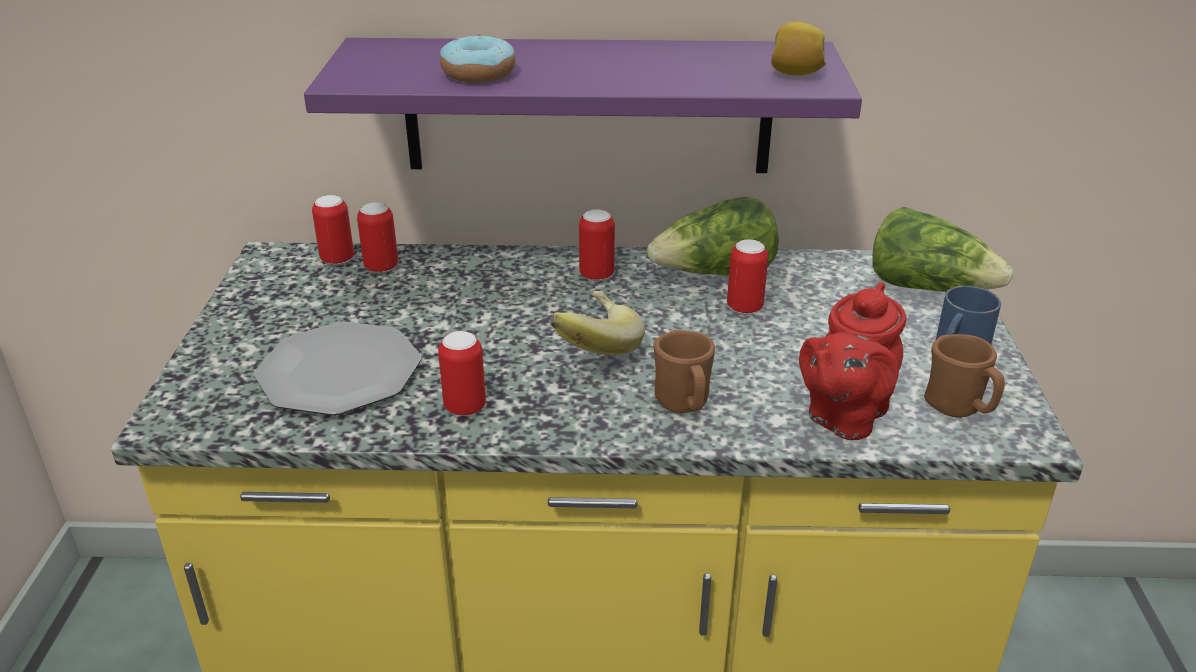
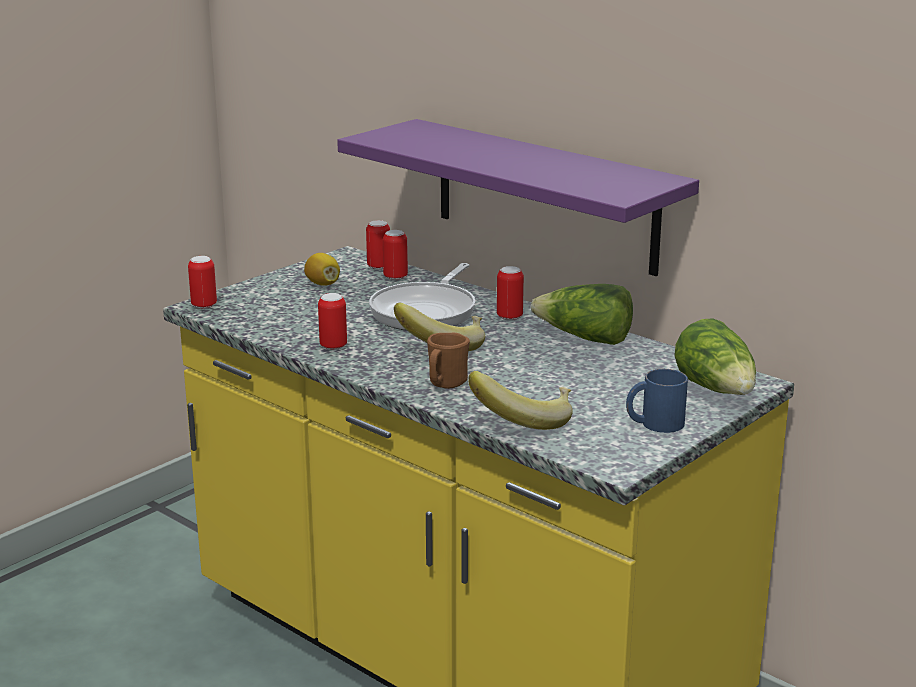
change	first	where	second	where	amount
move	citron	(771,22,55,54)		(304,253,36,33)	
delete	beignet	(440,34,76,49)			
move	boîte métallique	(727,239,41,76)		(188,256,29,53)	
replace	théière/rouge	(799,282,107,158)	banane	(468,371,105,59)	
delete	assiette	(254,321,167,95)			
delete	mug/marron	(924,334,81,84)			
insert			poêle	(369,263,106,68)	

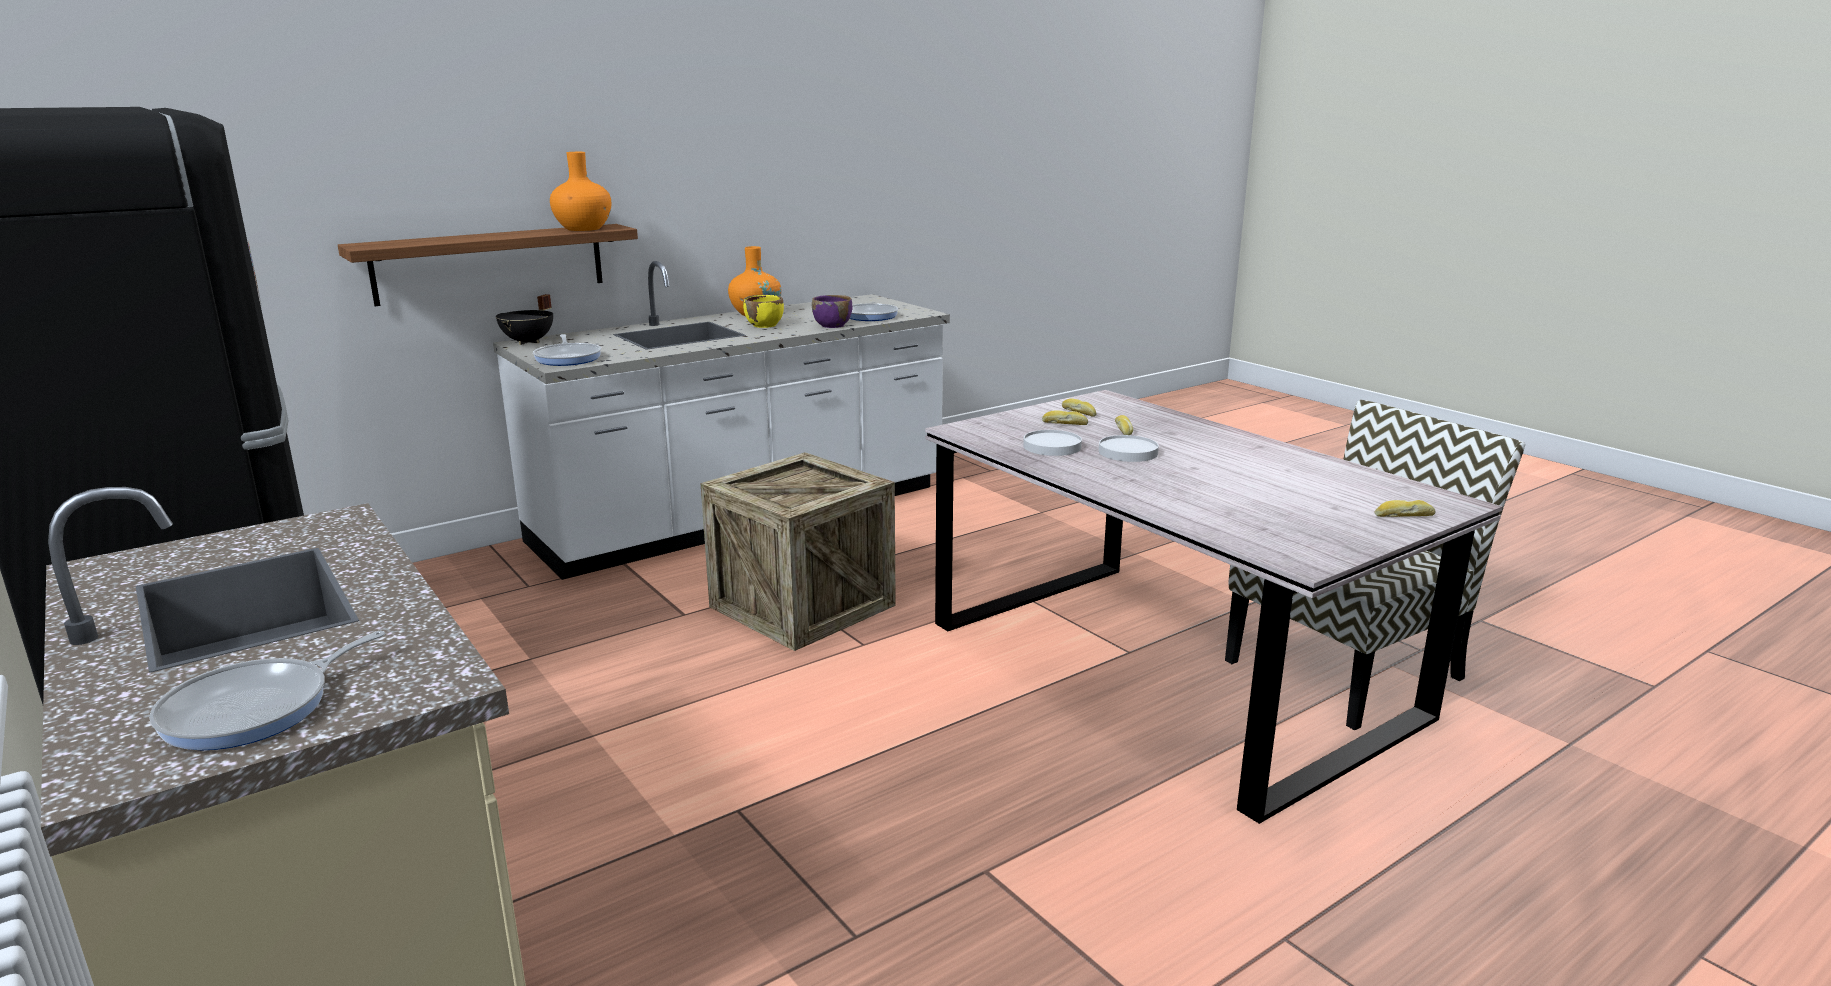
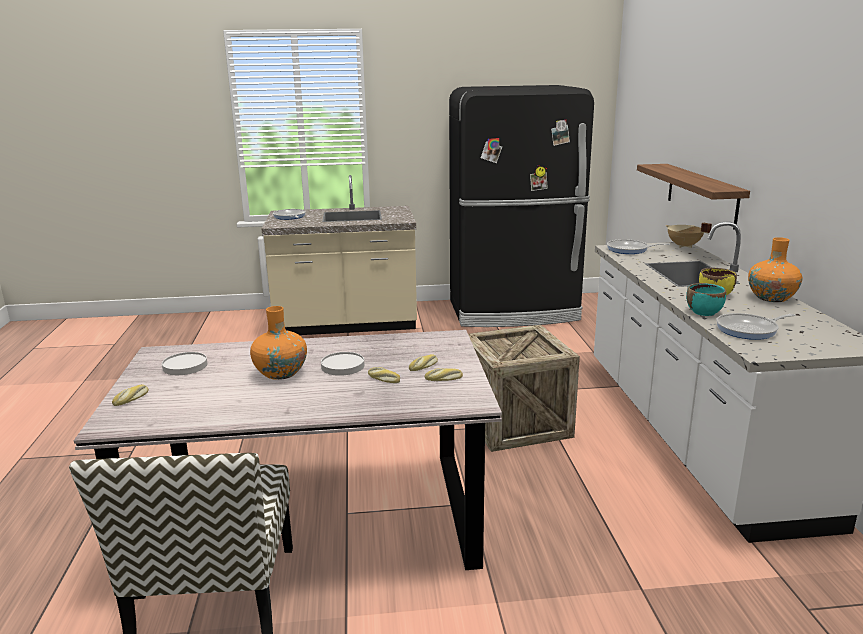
change	first	where	second	where	amount
move	vase/orange	(550,152,61,79)		(250,306,57,74)	
recolor	marmite/noir	(496,294,57,51)	marmite/beige	(666,223,46,25)	
recolor	bol/violet	(812,295,40,33)	bol/turquoise	(686,283,40,33)	
move	assiette/blanc	(1023,430,59,26)		(162,352,45,23)	

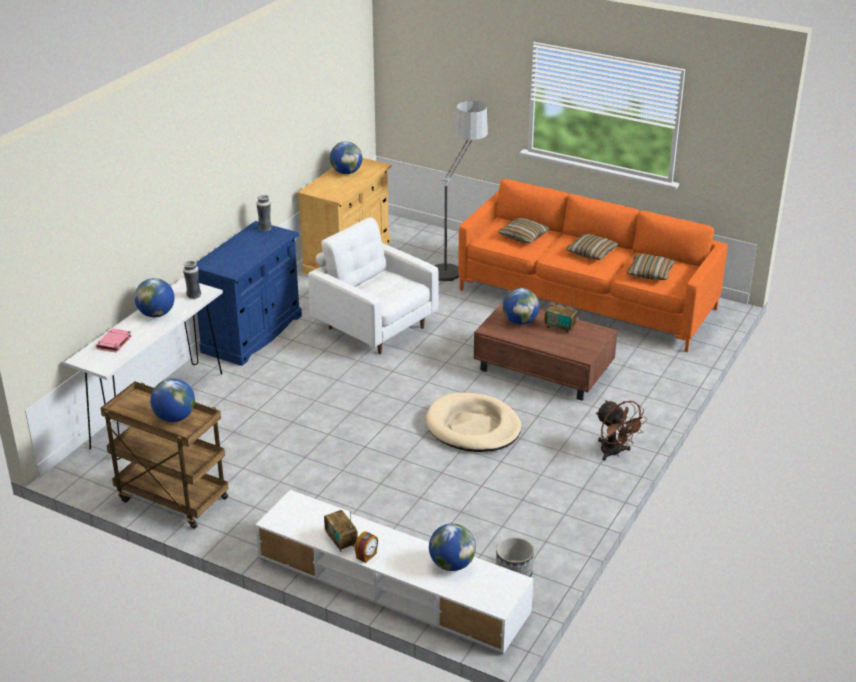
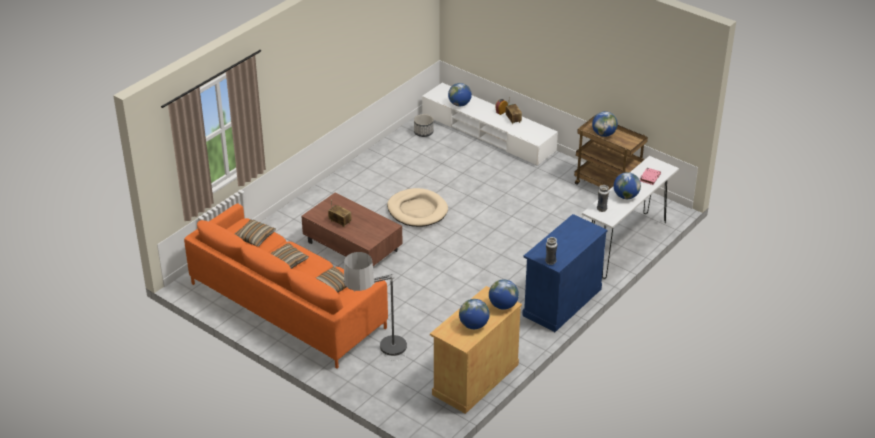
change	first	where	second	where	amount
delete	fauteuil/blanc	(308,217,131,137)			
move	globe	(503,288,37,37)		(489,279,30,31)	
delete	ventilateur/marron	(596,400,51,61)			

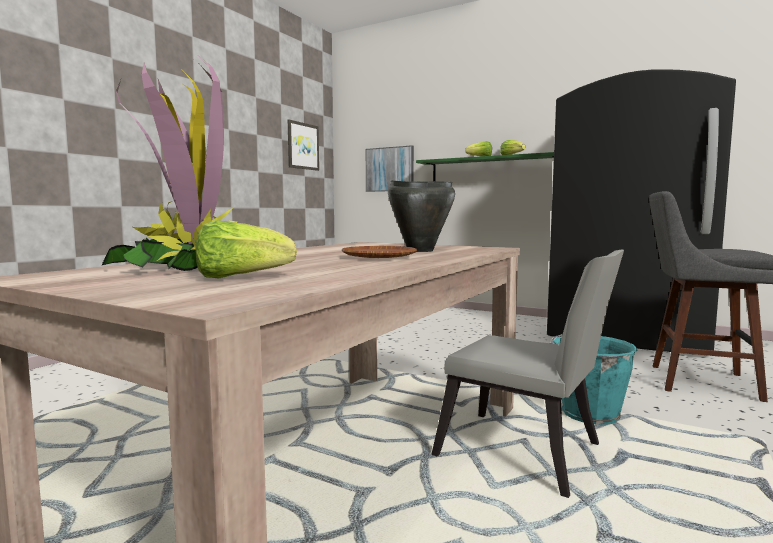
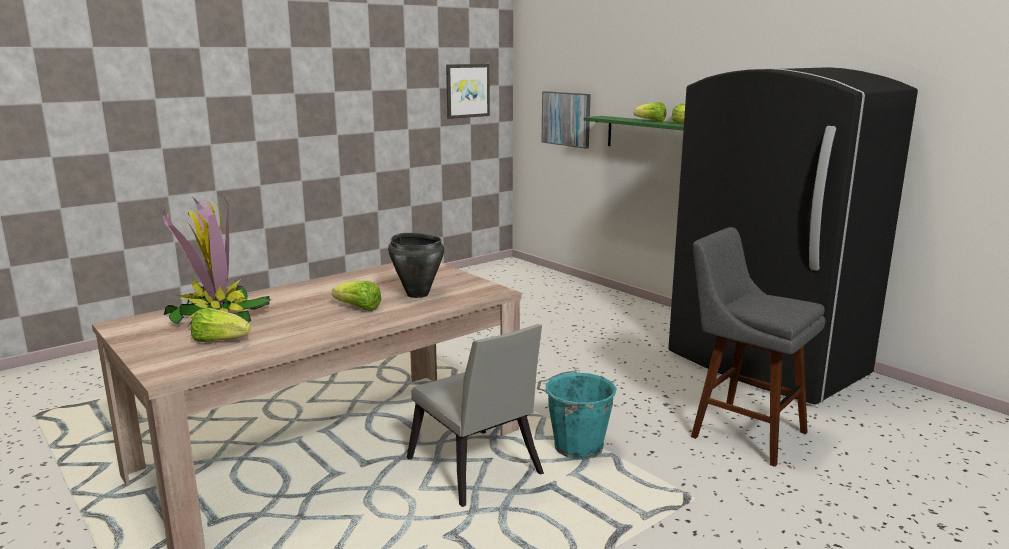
change	first	where	second	where	amount
replace	assiette/marron	(342,246,75,12)	laitue	(332,281,49,30)	

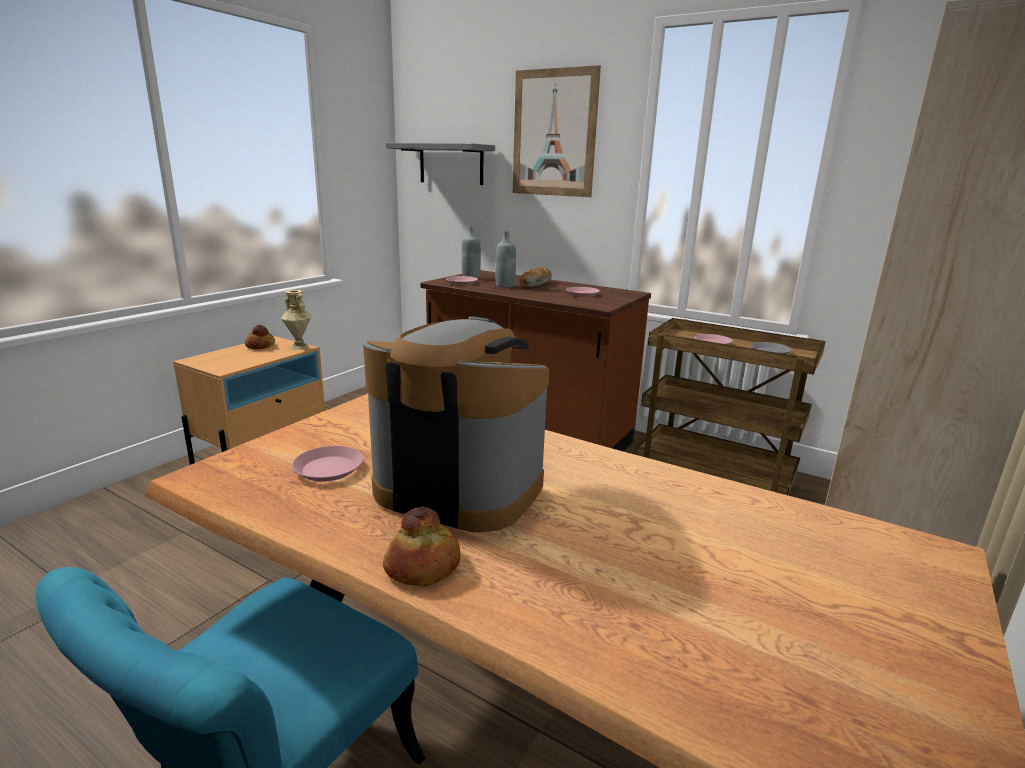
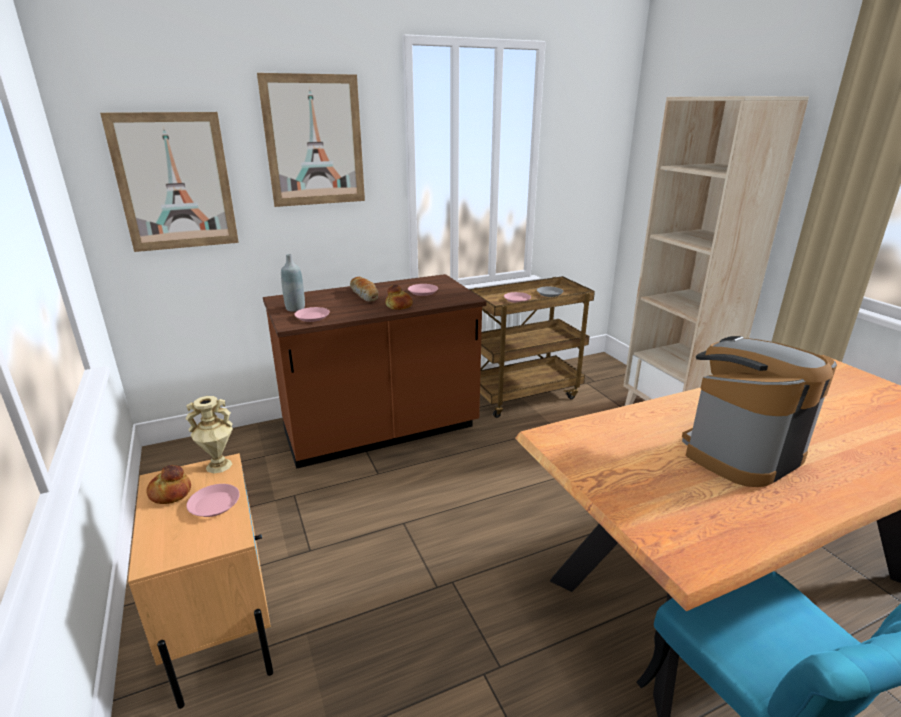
change	first	where	second	where	amount
replace	étagère/gris	(386,143,109,42)	tableau	(100,112,139,140)	
delete	bouteille/gris	(495,231,21,57)			
move	assiette/rose	(292,446,71,36)		(186,484,54,33)	
move	pain	(383,507,77,80)		(385,285,28,25)	

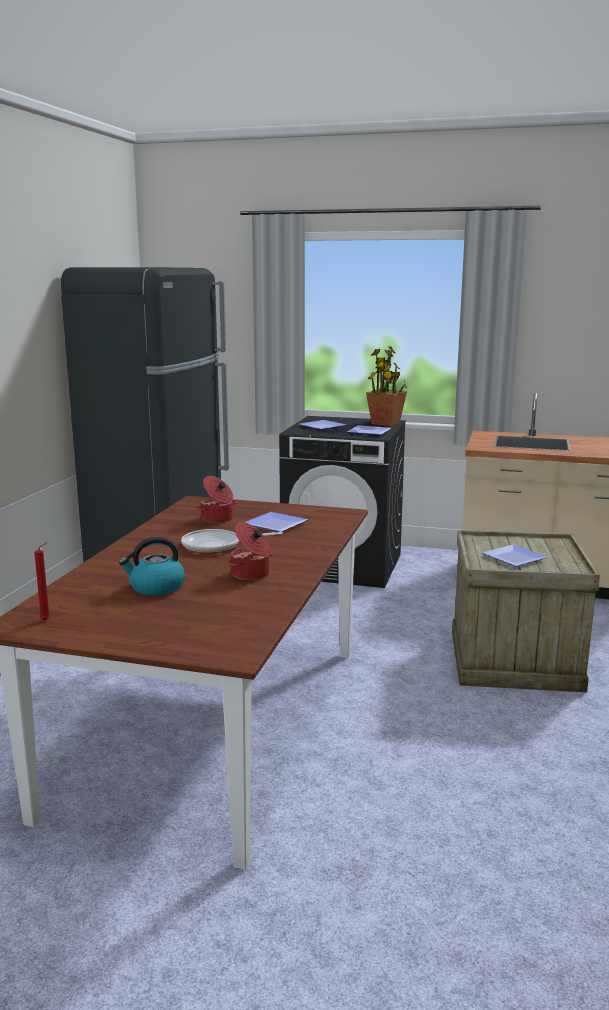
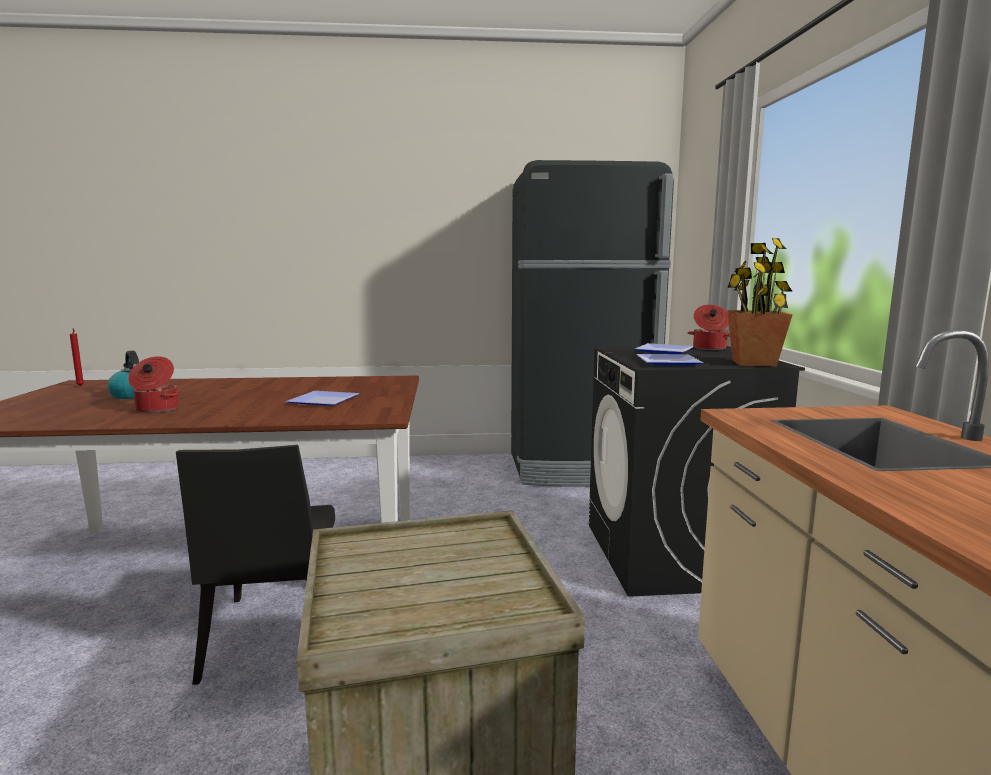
change	first	where	second	where	amount
move	marmite	(196,476,41,47)		(687,305,43,45)	
delete	poêle	(181,529,102,25)			
delete	assiette	(482,545,65,22)			
insert			chaise/noir	(176,445,159,240)	

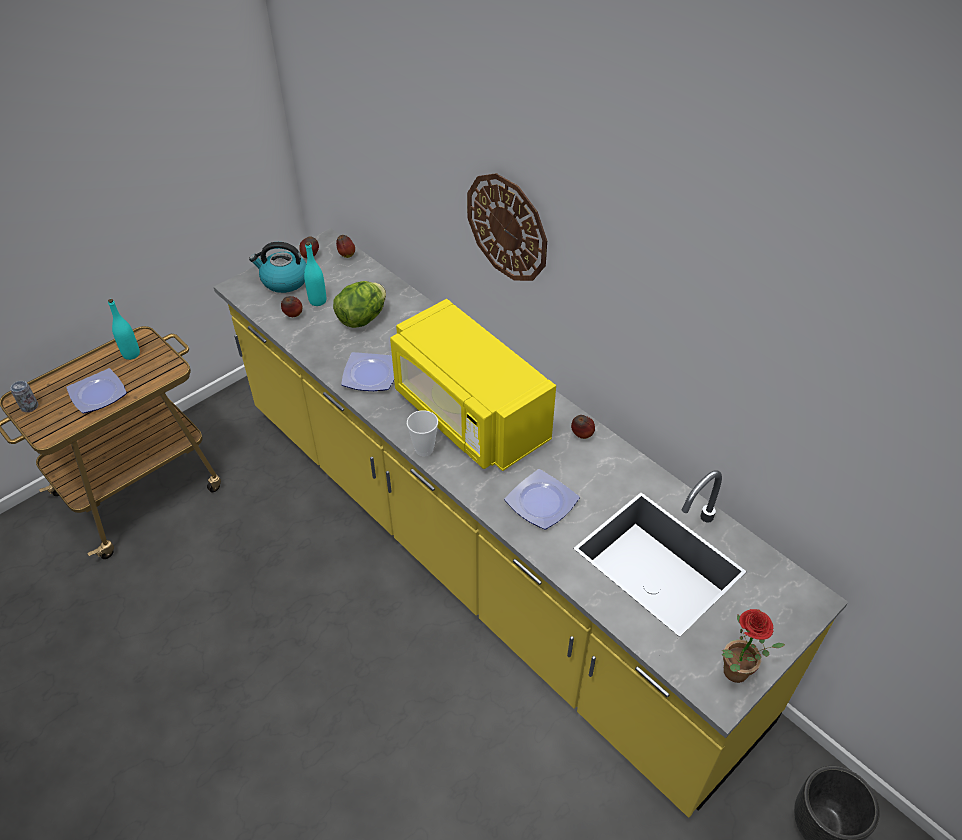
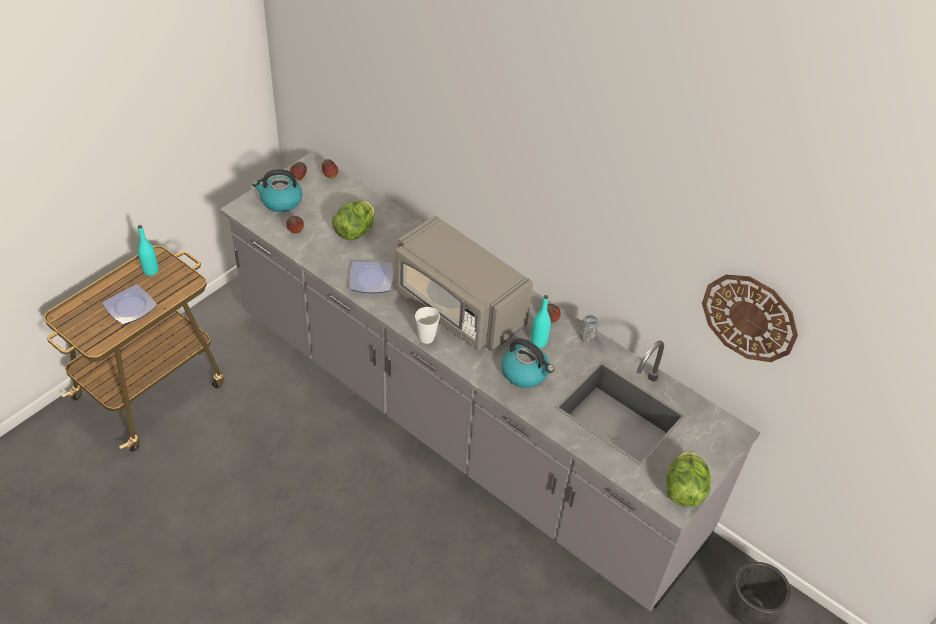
change	first	where	second	where	amount
move	horloge murale	(467,173,80,108)		(702,275,96,87)	
recolor	comptoir de cuisine/jaune	(214,228,634,590)	comptoir de cuisine/gris	(220,152,540,459)	
move	bouteille/turquoise	(304,242,22,64)		(531,295,20,53)	
recolor	micro-ondes/jaune	(390,299,166,172)	micro-ondes/gris	(395,215,138,136)	
move	boîte métallique	(10,381,28,31)		(580,315,18,27)	
replace	assiette	(504,469,76,60)	bouilloire	(501,338,53,50)	
replace	plante en pot	(722,609,63,74)	laitue	(666,451,44,56)	

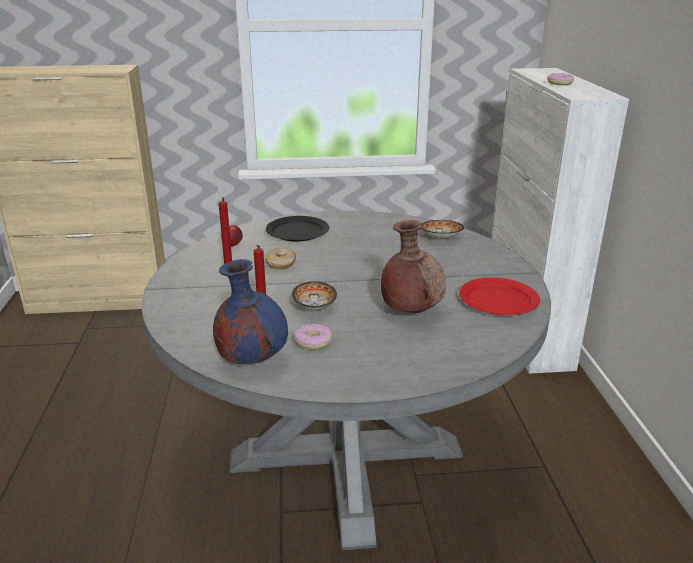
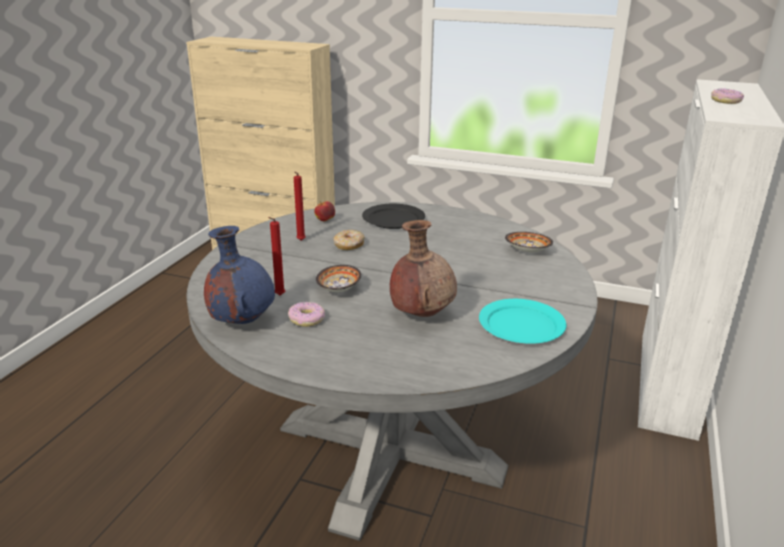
change	first	where	second	where	amount
recolor	assiette/rouge	(459,277,81,38)	assiette/turquoise	(479,299,87,45)	

